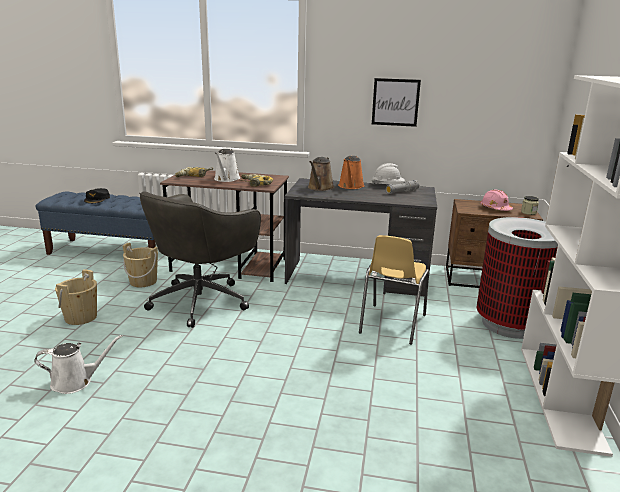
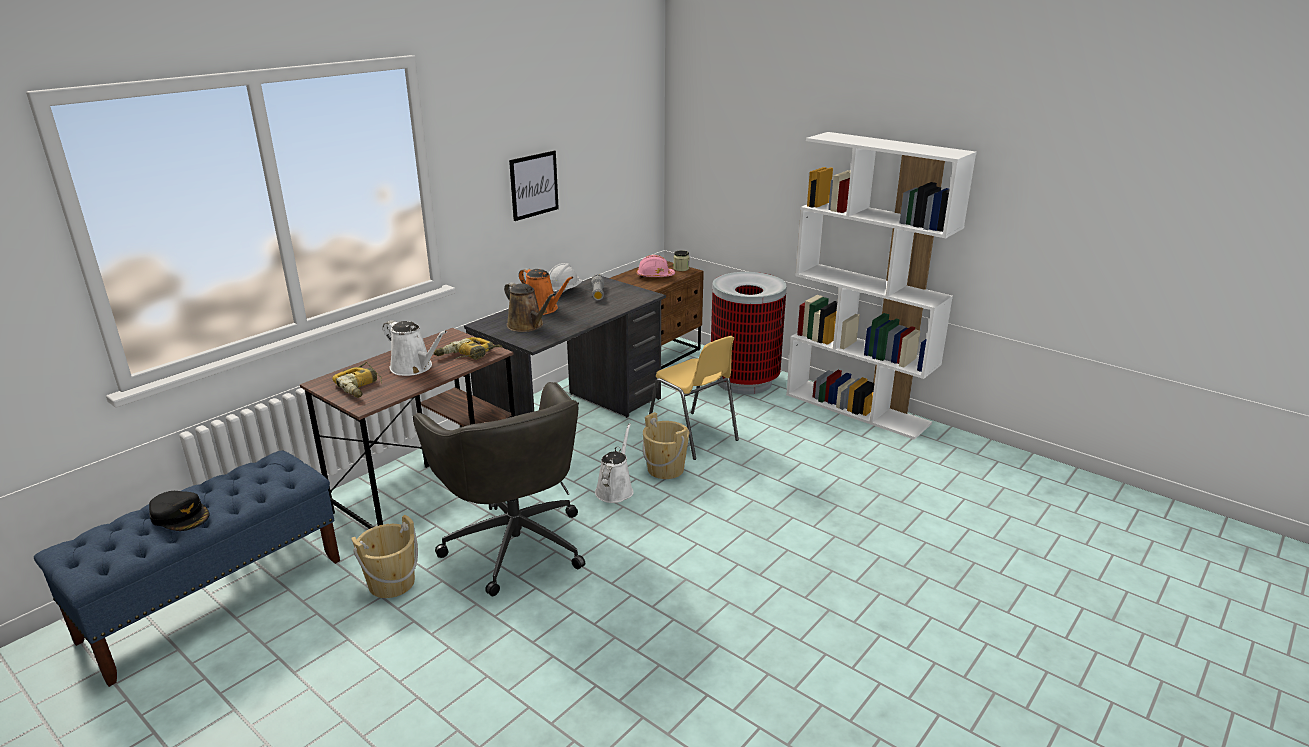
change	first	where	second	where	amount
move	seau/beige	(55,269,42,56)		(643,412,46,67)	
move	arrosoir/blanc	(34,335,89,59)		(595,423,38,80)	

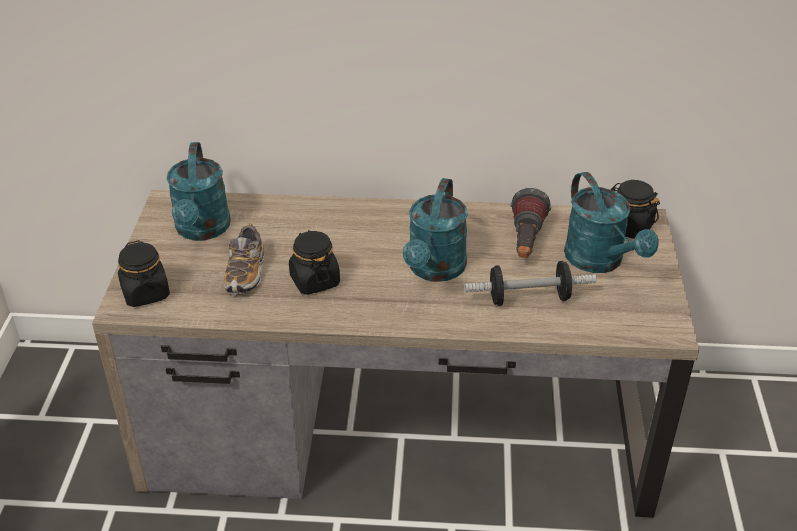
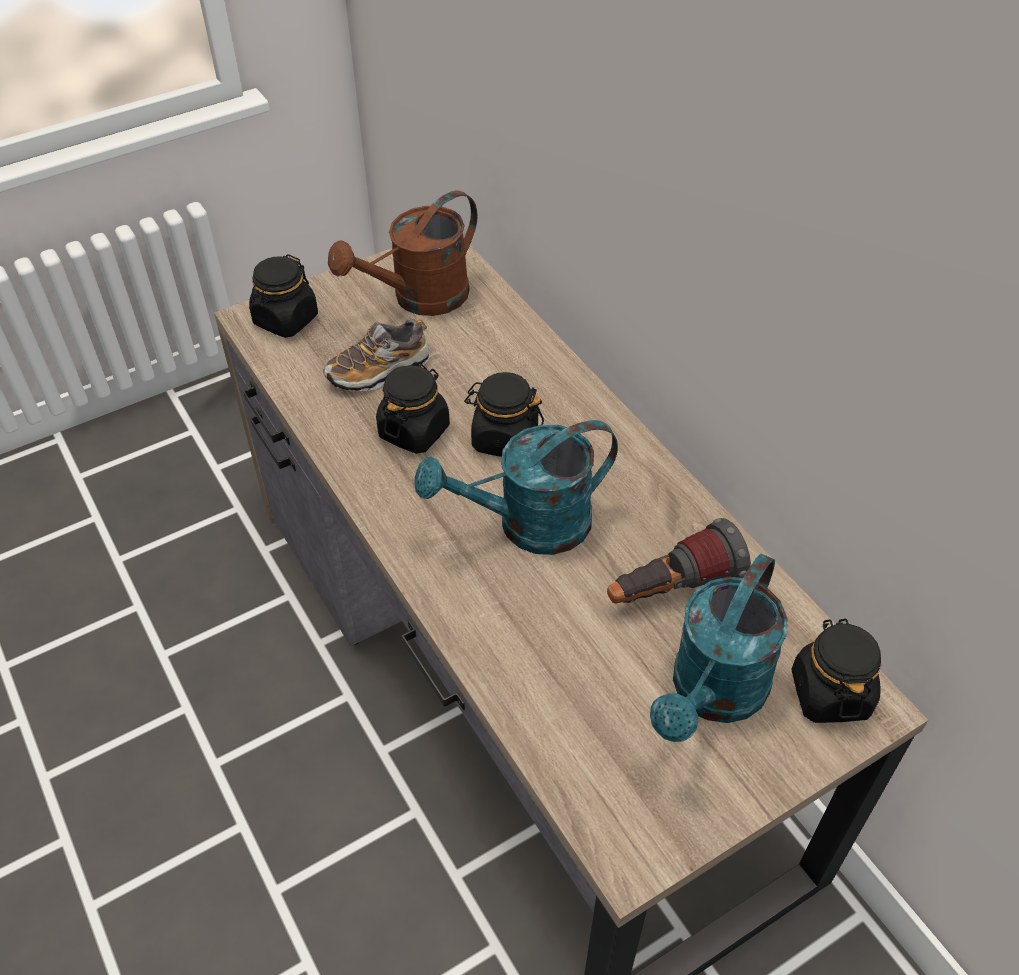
change	first	where	second	where	amount
recolor	arrosoir/turquoise	(167,142,64,99)	arrosoir/marron	(328,190,150,126)	
delete	haltère	(465,261,131,45)			
insert			bocal/noir	(464,372,80,85)	

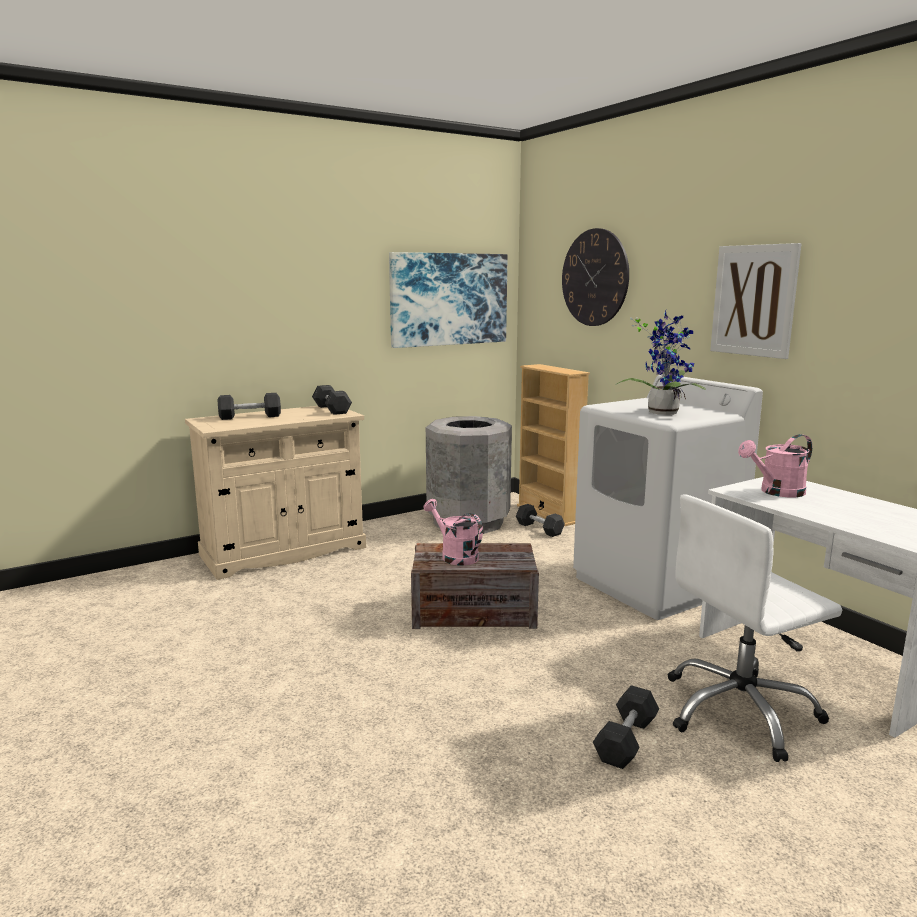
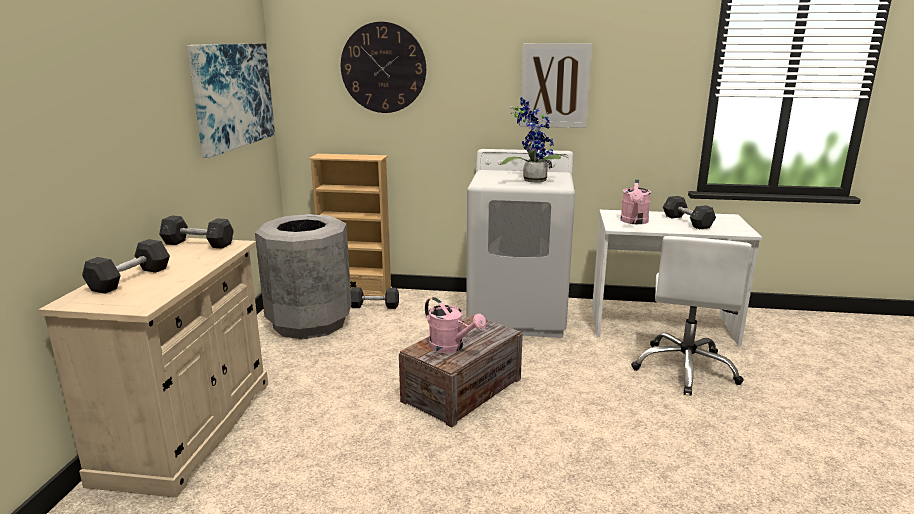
change	first	where	second	where	amount
rotate	arrosoir/rose	(424,499,59,67)		(425,297,61,56)	135 degrees counterclockwise
move	haltère/gris	(593,685,66,84)		(663,196,53,33)	

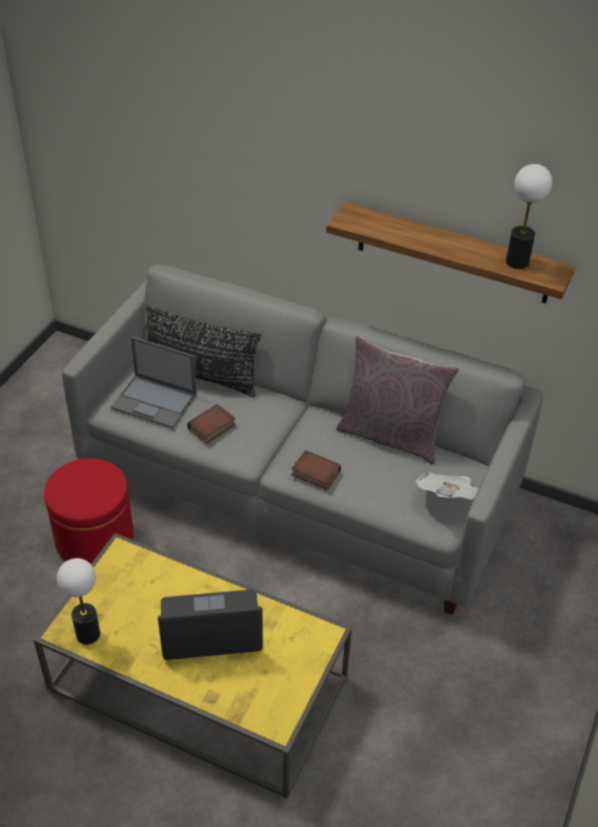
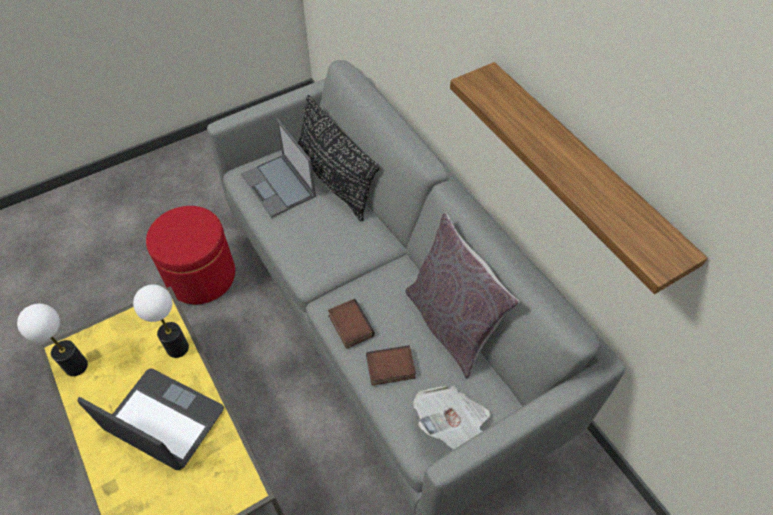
change	first	where	second	where	amount
move	lampe de table	(506,164,46,105)		(133,285,56,73)	
move	livre	(187,404,49,40)		(366,345,50,41)	

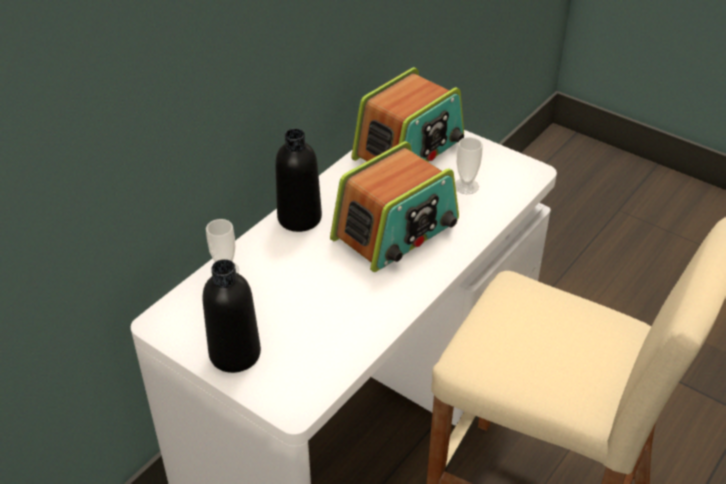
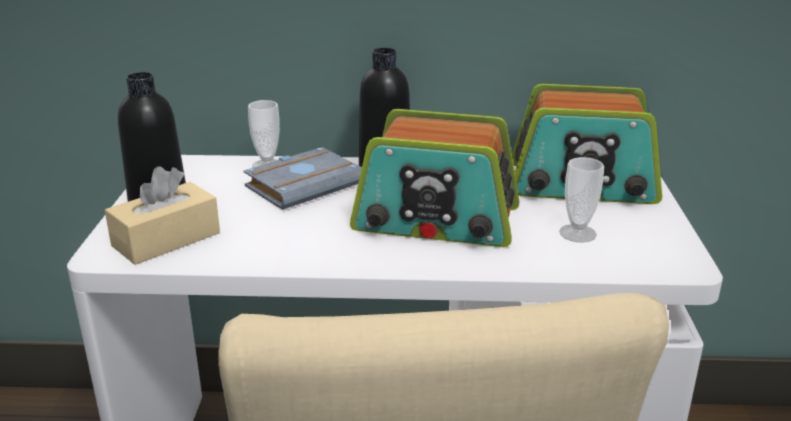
change	first	where	second	where	amount
insert			livre/gris	(243,147,119,63)	
insert			boîte à mouchoirs/beige	(105,166,115,99)	

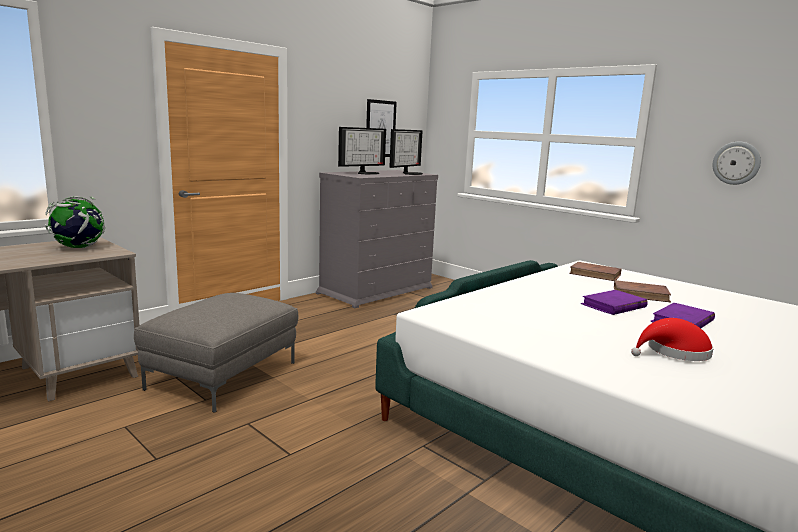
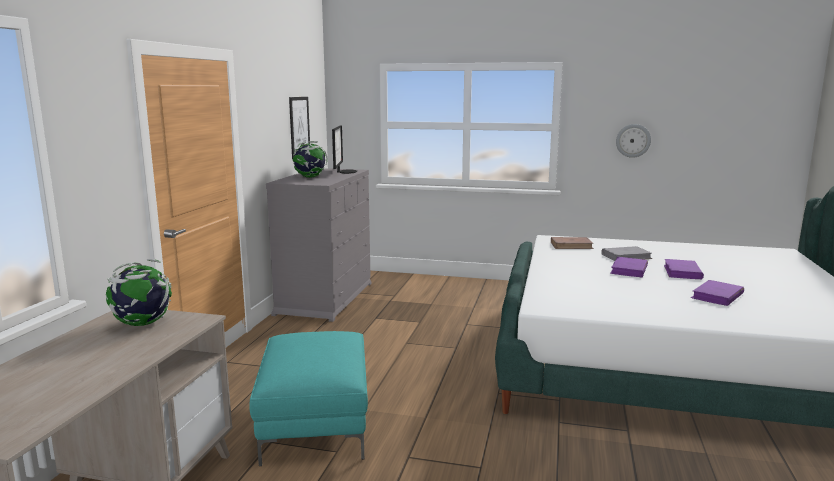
change	first	where	second	where	amount
replace	écran d'ordinateur	(338,127,48,48)	globe	(293,141,35,37)	
recolor	livre/marron	(614,280,57,22)	livre/gris	(601,246,52,15)	
recolor	pouf/gris	(134,293,164,120)	pouf/turquoise	(249,331,119,135)	
replace	chapeau/rouge	(631,318,83,43)	livre/violet	(691,280,53,26)	

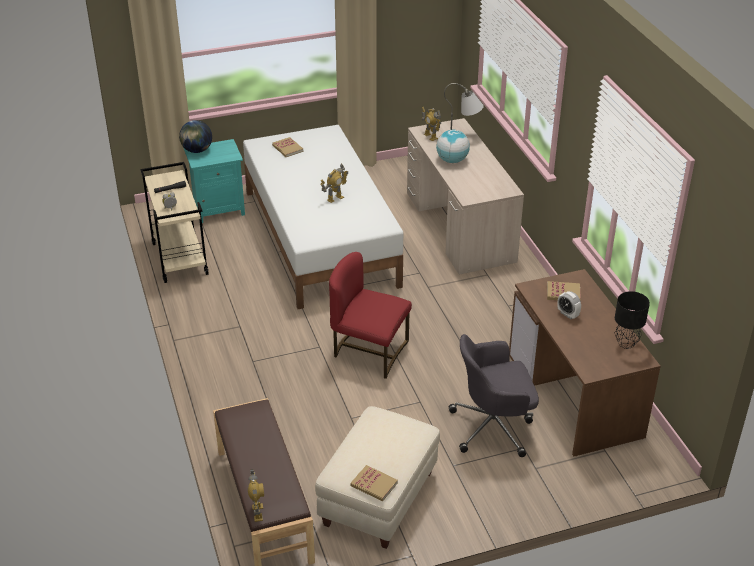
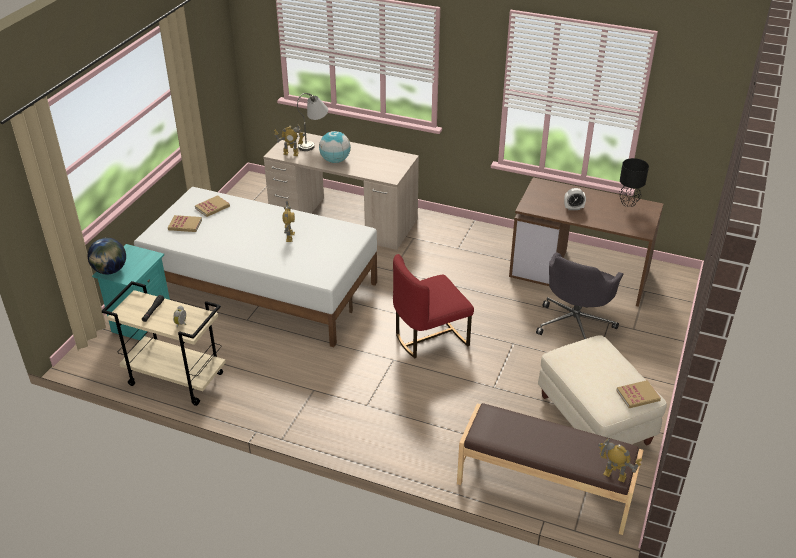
change	first	where	second	where	amount
move	livre	(547,281,34,19)		(195,195,35,22)	

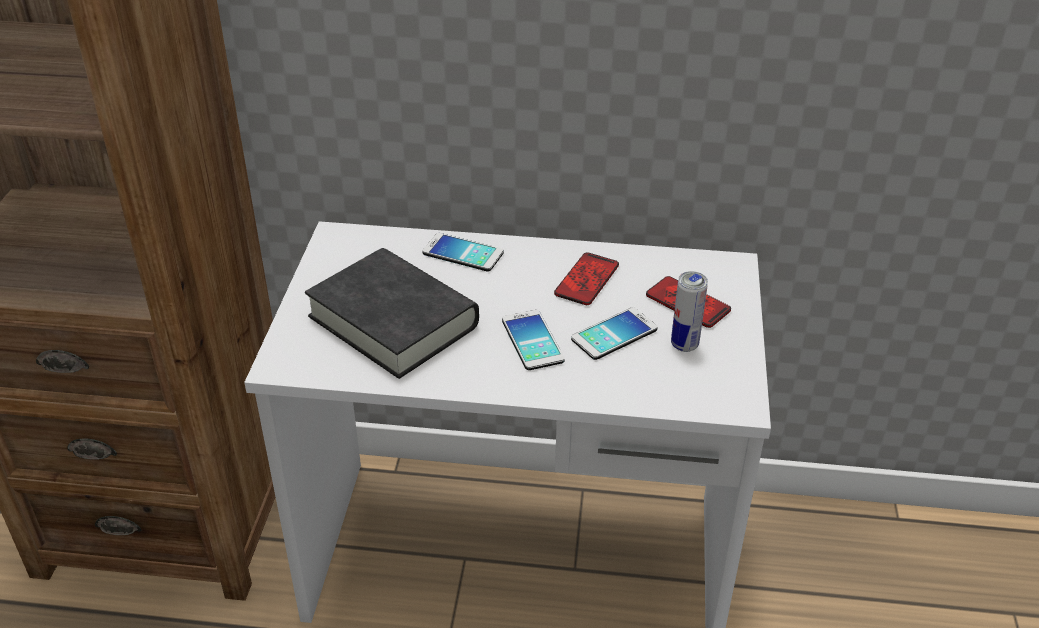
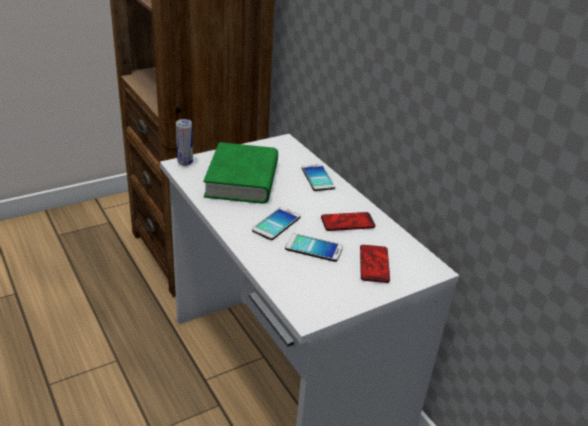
change	first	where	second	where	amount
recolor	livre/noir	(305,248,174,131)	livre/vert	(203,142,75,62)	
move	boîte métallique	(671,271,37,81)		(176,119,17,47)	

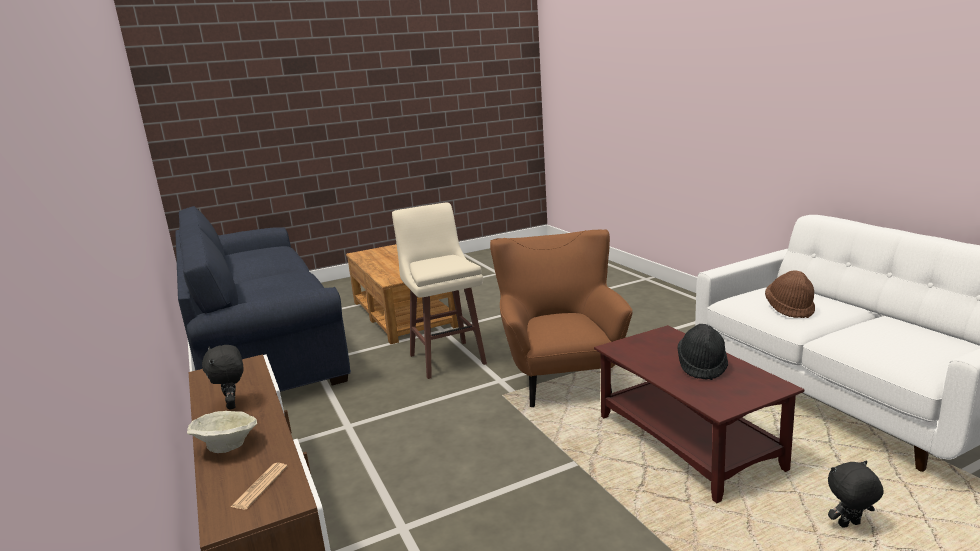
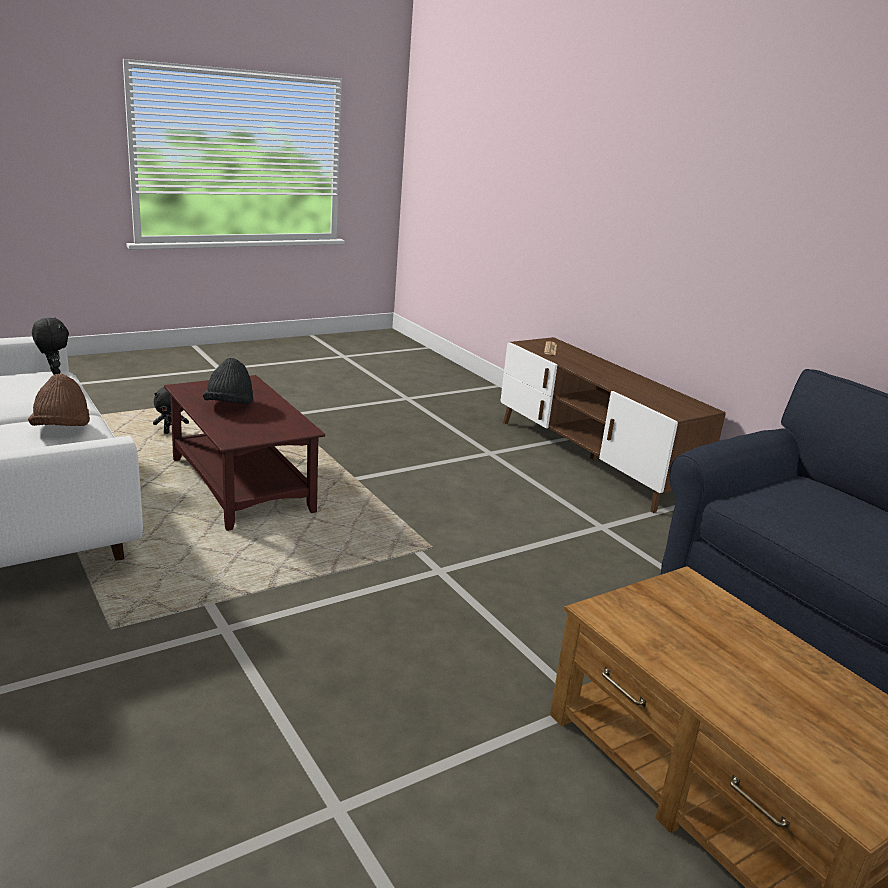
change	first	where	second	where	amount
delete	tabouret/beige	(392,203,95,176)			
delete	fauteuil/marron	(490,229,142,178)			
move	peluche/noir	(202,345,42,64)		(32,317,37,58)	
delete	bol/beige	(187,411,70,42)			

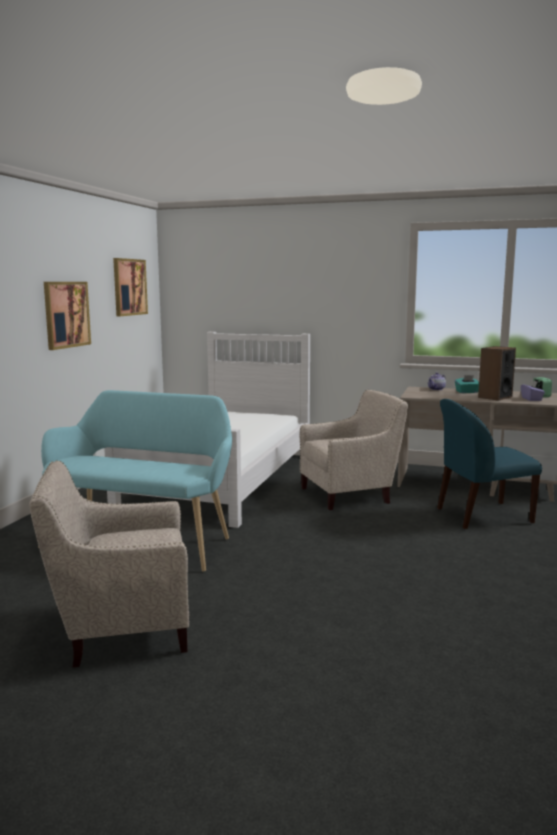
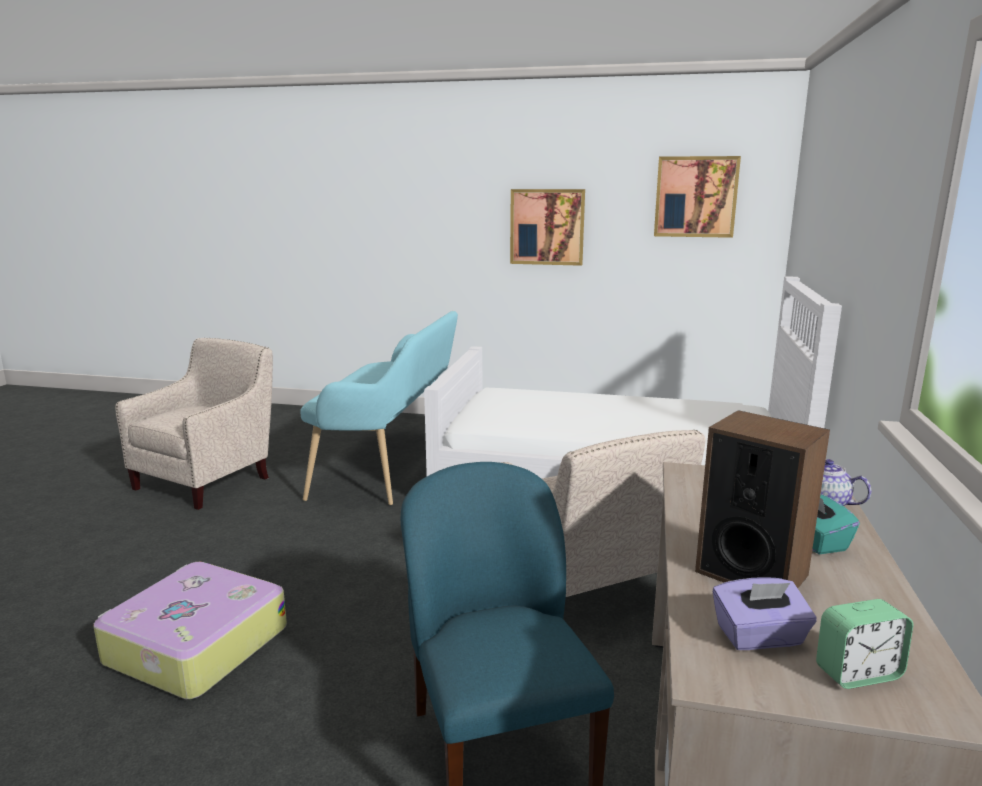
change	first	where	second	where	amount
rotate	fauteuil/beige	(29,461,161,207)		(115,338,158,172)	45 degrees clockwise
insert			valise	(93,562,194,138)	

